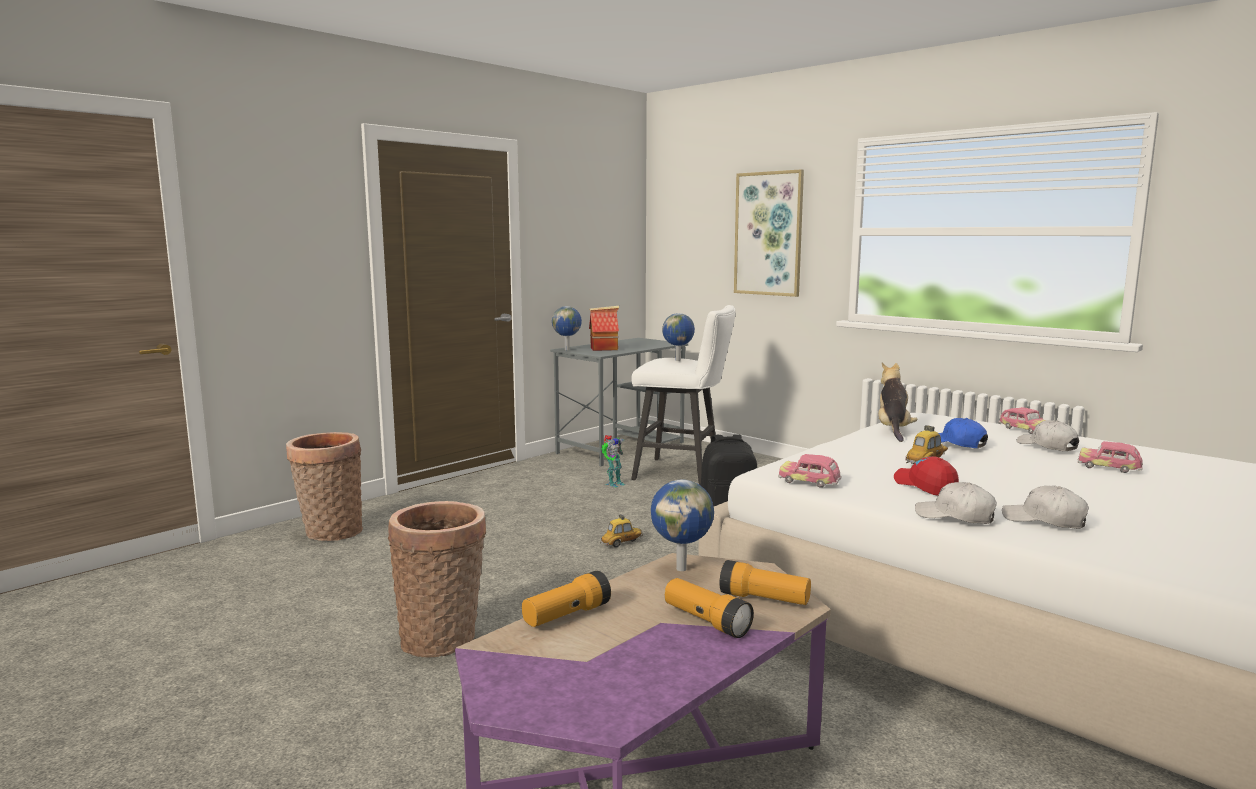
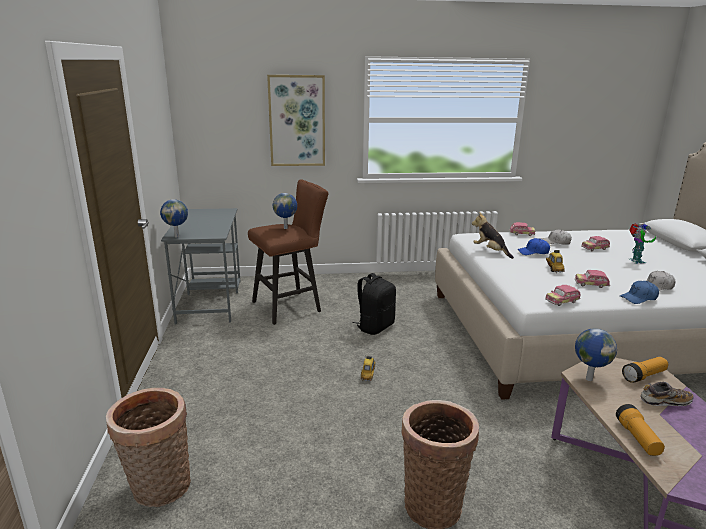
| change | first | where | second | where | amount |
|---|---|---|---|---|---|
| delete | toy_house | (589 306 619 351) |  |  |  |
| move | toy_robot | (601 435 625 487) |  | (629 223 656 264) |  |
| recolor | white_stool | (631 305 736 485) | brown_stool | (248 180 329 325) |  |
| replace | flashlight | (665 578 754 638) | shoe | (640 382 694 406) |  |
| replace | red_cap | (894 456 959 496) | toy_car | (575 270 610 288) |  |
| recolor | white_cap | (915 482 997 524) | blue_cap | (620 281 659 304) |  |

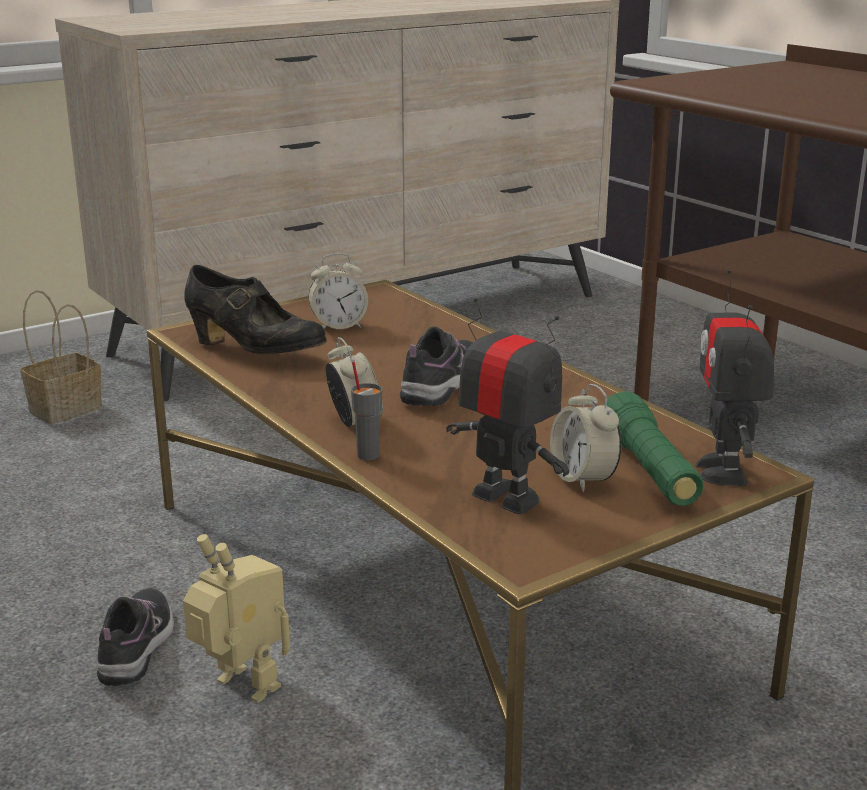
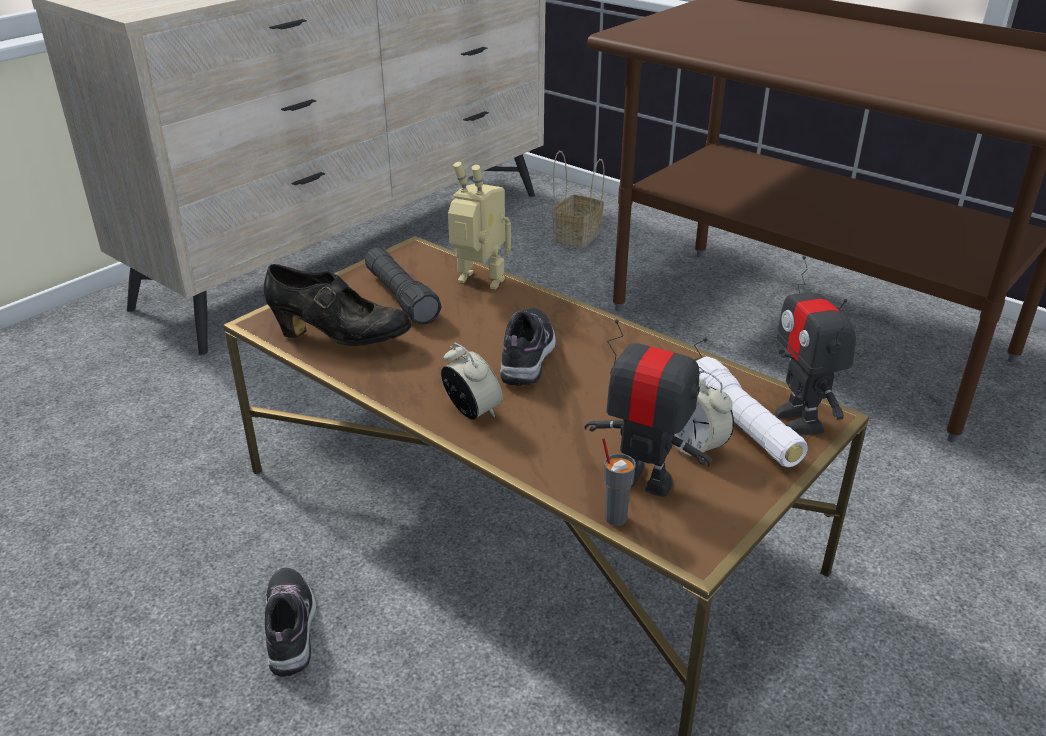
| change | first | where | second | where | amount |
|---|---|---|---|---|---|
| move | basket | (20 290 102 424) |  | (552 151 604 249) |  |
| move | toy_robot | (183 534 290 703) |  | (448 162 511 289) |  |
| replace | alarm_clock | (309 253 368 329) | black_flashlight | (365 248 442 324) |  |
| move | grey_cup | (351 362 382 460) |  | (602 438 636 526) |  |
| recolor | green_flashlight | (603 391 704 506) | white_flashlight | (696 356 808 467) |  |

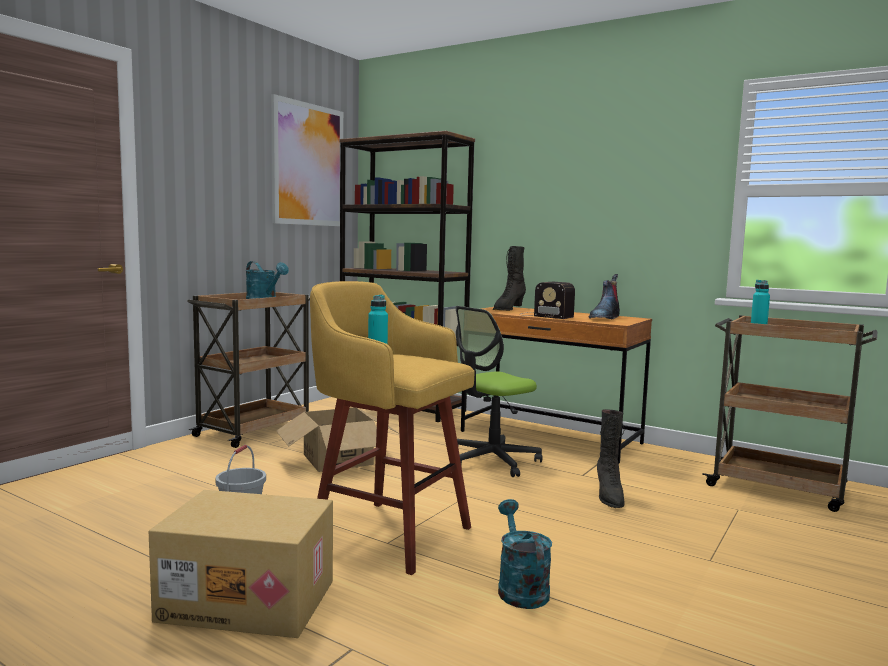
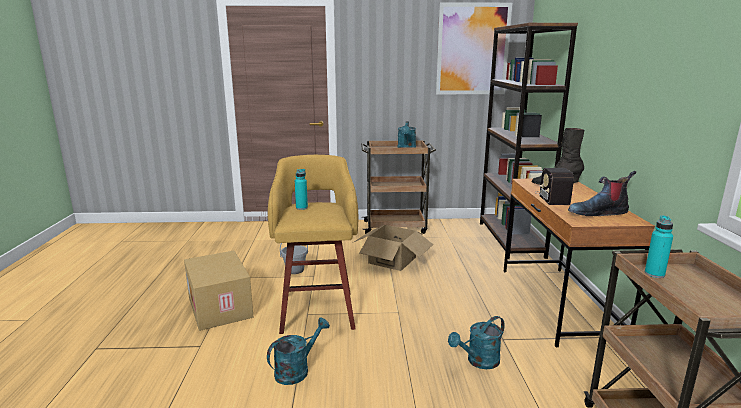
| change | first | where | second | where | amount |
|---|---|---|---|---|---|
| delete | office_chair | (456 306 543 477) |  |  |  |
| replace | black_boot | (597 409 625 508) | turquoise_watering_can | (448 316 505 369) |  |

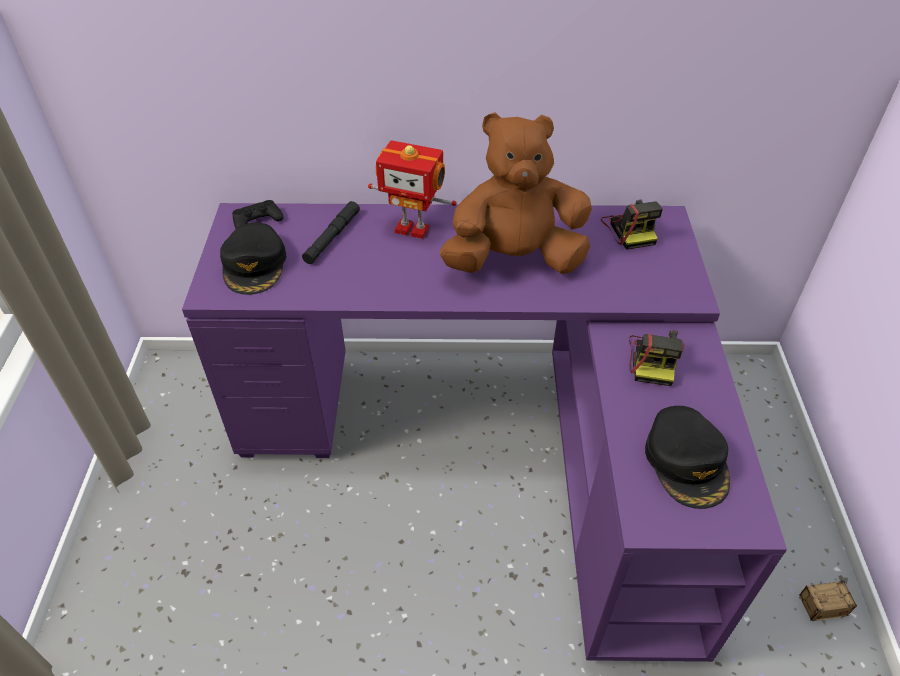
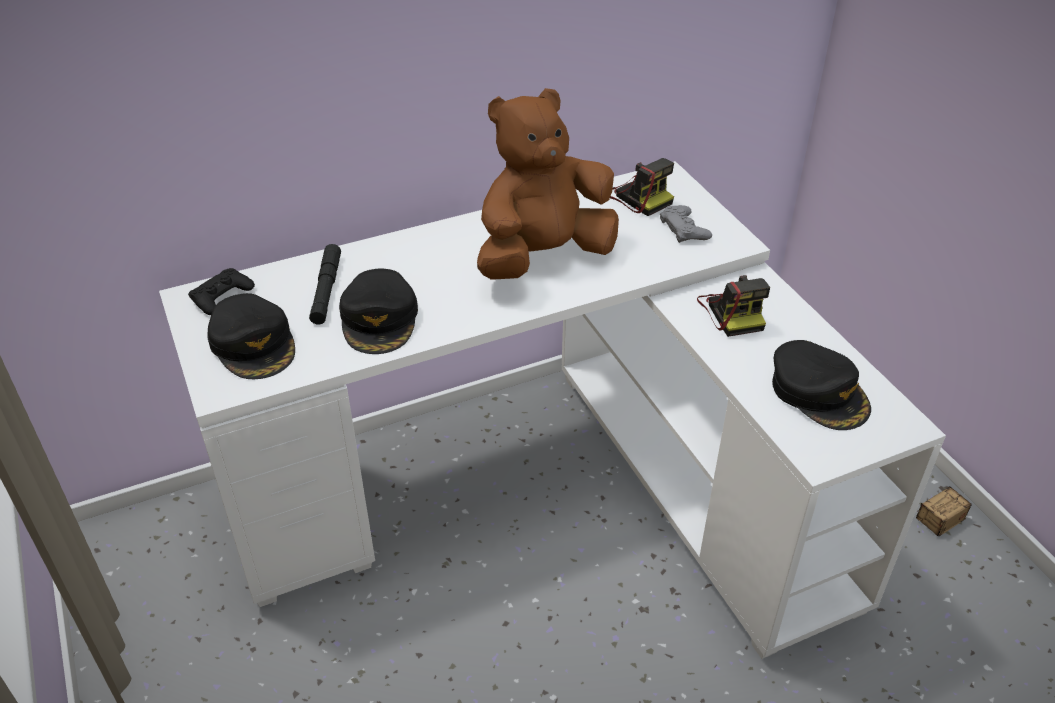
| change | first | where | second | where | amount |
|---|---|---|---|---|---|
| recolor | purple_desk | (182 203 787 662) | white_desk | (159 161 946 659) |  |
| delete | toy_robot | (368 140 457 239) |  |  |  |
| insert |  |  | black_cap | (339 269 418 354) |  |
| insert |  |  | grey_game_controller | (660 205 712 243) |  |

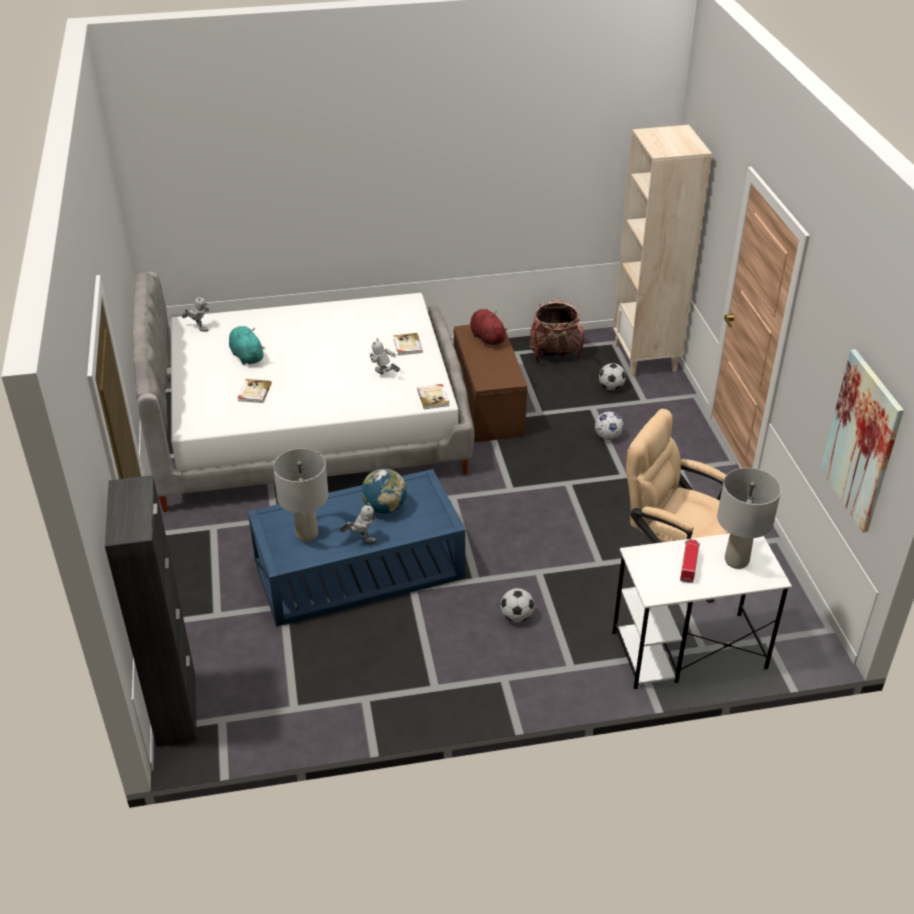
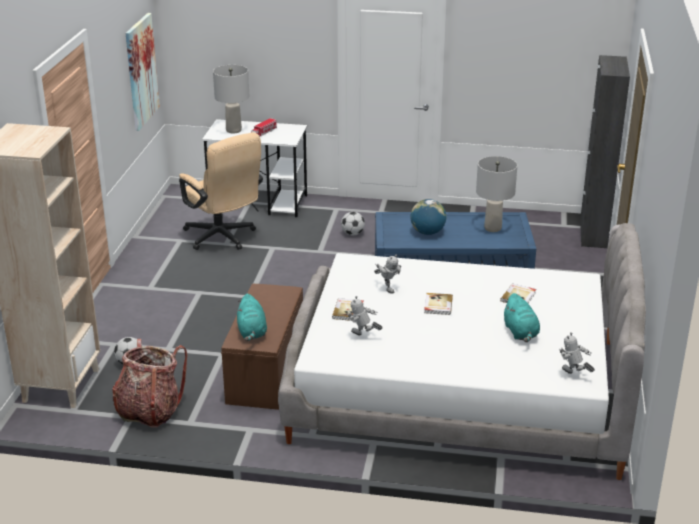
| change | first | where | second | where | amount |
|---|---|---|---|---|---|
| move | toy_robot | (340 503 378 544) |  | (347 296 382 335) |  |
| move | book | (417 384 449 409) |  | (424 293 453 315) |  |
| recolor | red_plush_toy | (470 309 508 346) | turquoise_plush_toy | (237 294 267 341) |  |
| delete | football | (595 412 624 440) |  |  |  |

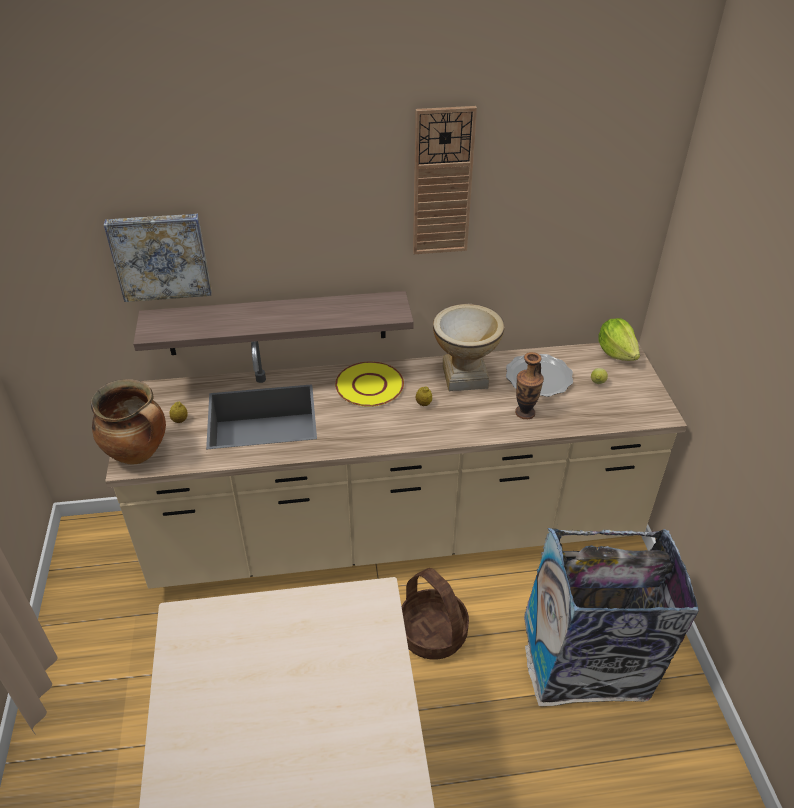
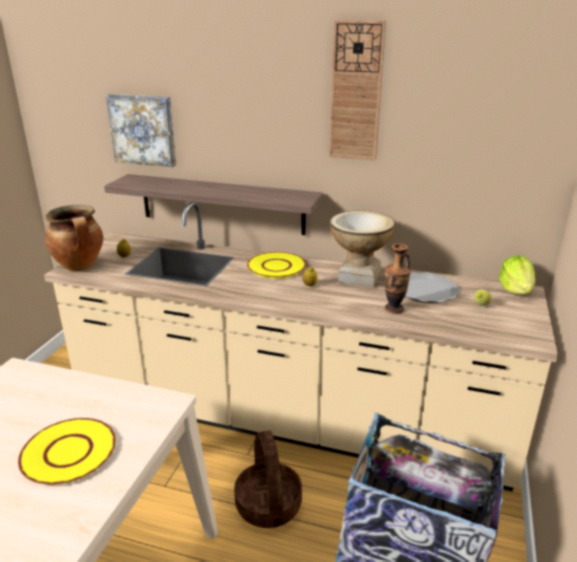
| change | first | where | second | where | amount |
|---|---|---|---|---|---|
| insert |  |  | yellow_plate | (18 418 116 485) |  |

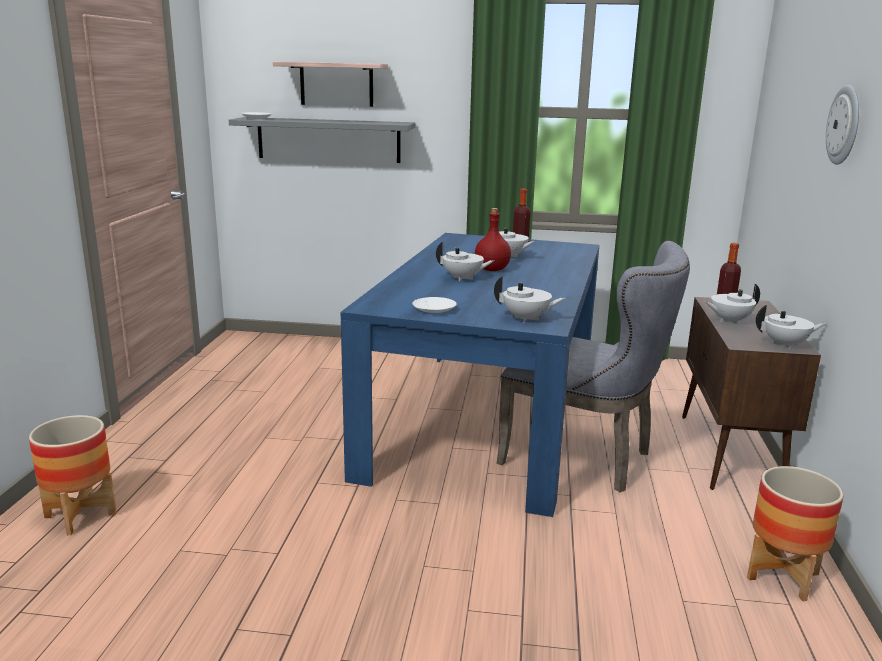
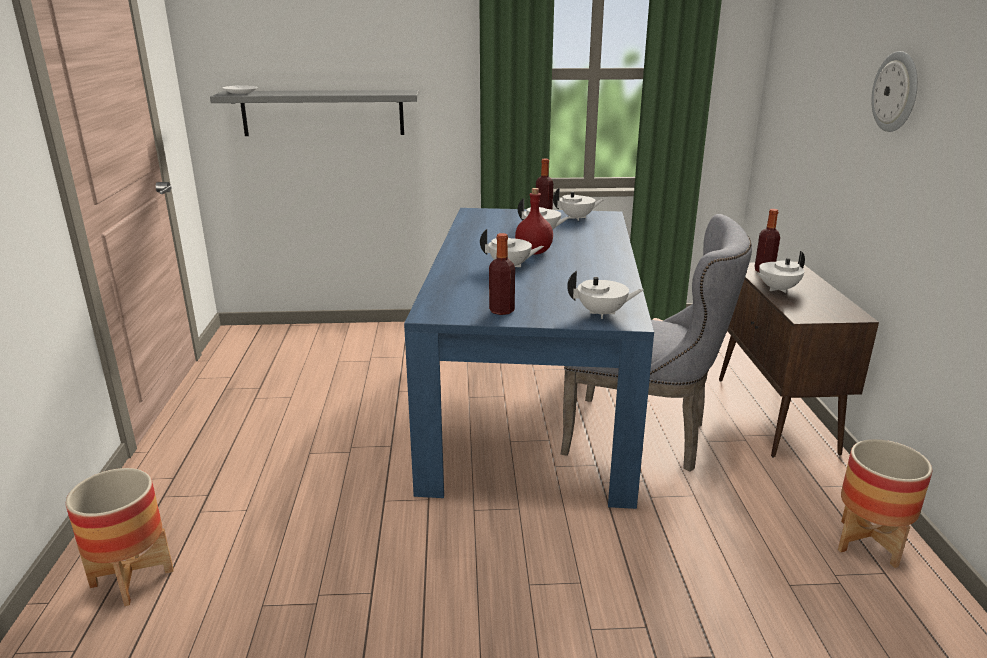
| change | first | where | second | where | amount |
|---|---|---|---|---|---|
| delete | shelf | (273 61 388 107) |  |  |  |
| replace | white_plate | (412 297 457 313) | bottle | (489 233 515 315) |  |
| move | white_teapot | (756 305 826 349) |  | (553 188 605 221) |  |

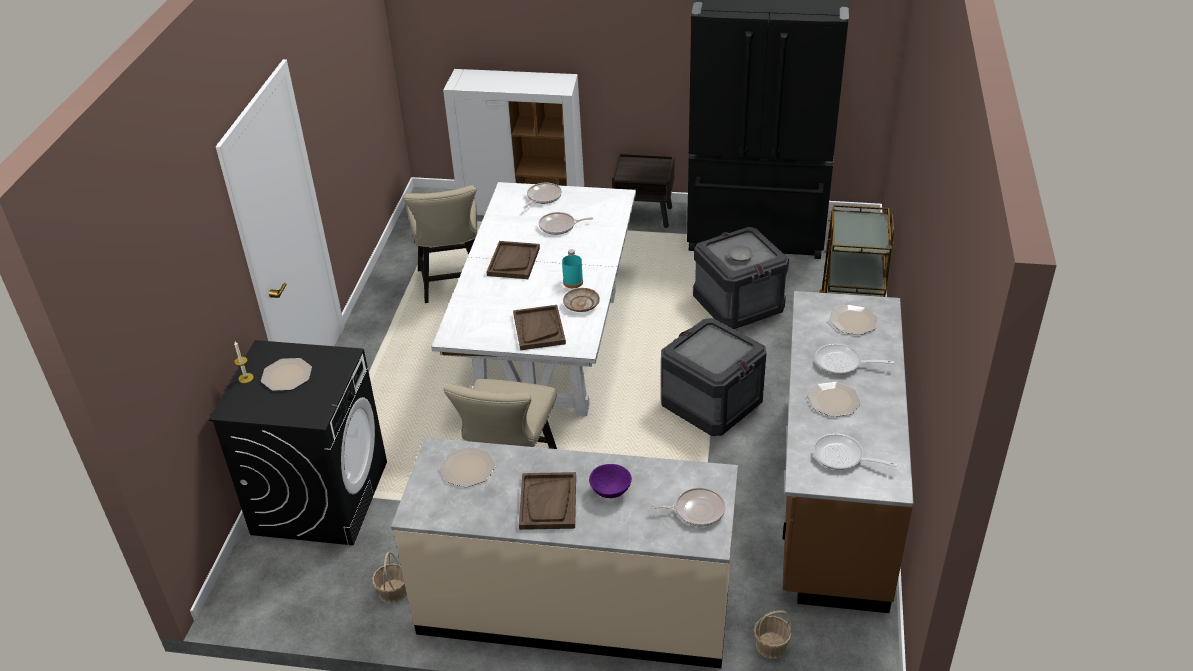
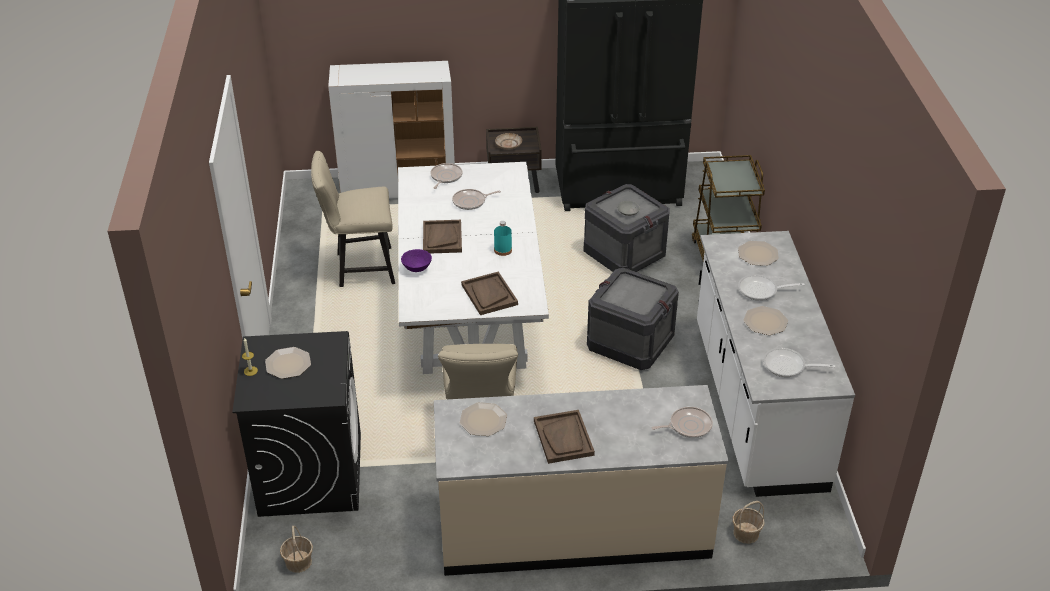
| change | first | where | second | where | amount |
|---|---|---|---|---|---|
| move | basket | (372 552 407 604) |  | (280 526 313 573) |  |
| rotate | beige_chair | (403 185 477 303) |  | (311 151 395 287) | 105 degrees clockwise |
| move | beige_plate | (563 288 600 312) |  | (495 133 522 150) |  |
| move | purple_bowl | (589 464 632 498) |  | (401 249 432 272) |  |
| recolor | brown_counter | (782 291 914 613) | white_counter | (697 231 855 497) |  |

